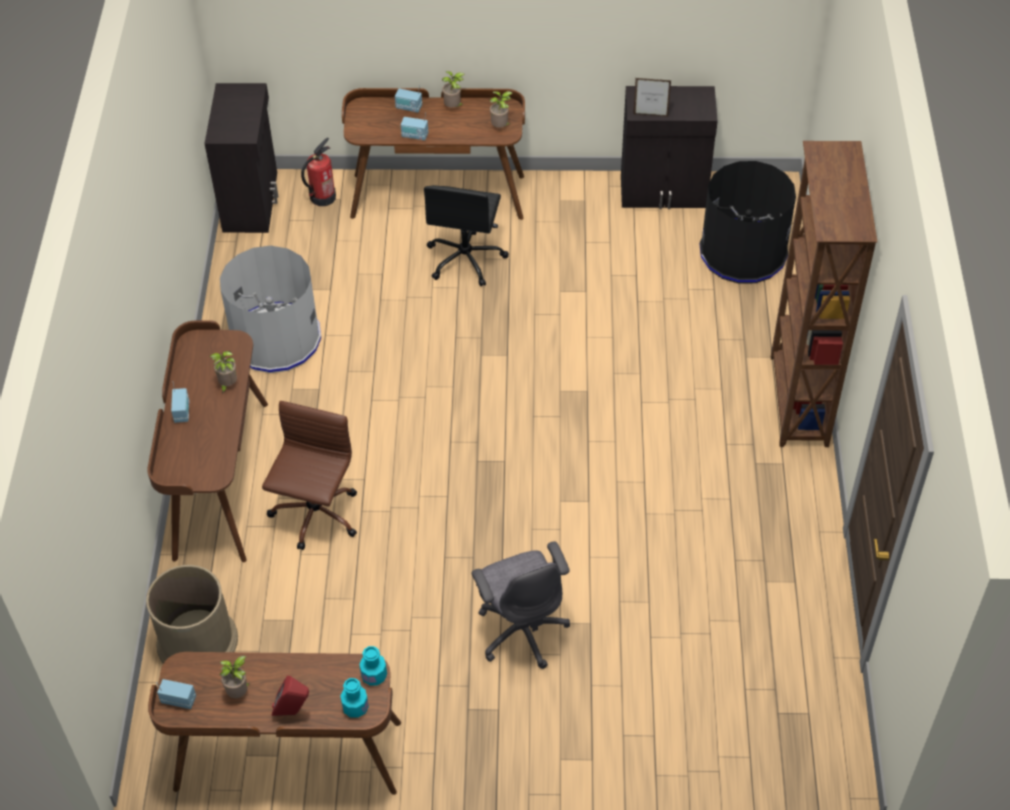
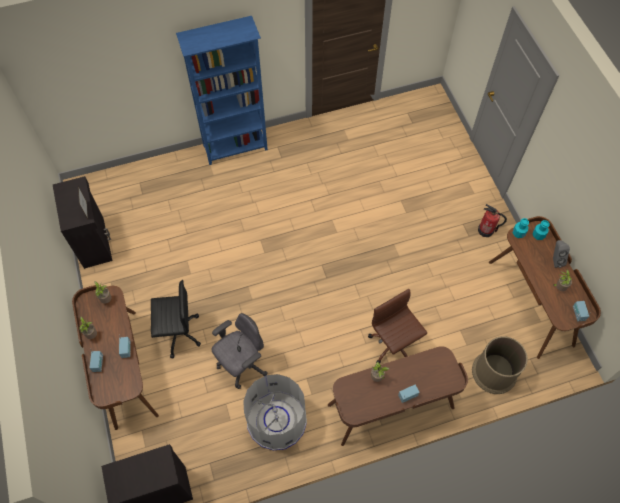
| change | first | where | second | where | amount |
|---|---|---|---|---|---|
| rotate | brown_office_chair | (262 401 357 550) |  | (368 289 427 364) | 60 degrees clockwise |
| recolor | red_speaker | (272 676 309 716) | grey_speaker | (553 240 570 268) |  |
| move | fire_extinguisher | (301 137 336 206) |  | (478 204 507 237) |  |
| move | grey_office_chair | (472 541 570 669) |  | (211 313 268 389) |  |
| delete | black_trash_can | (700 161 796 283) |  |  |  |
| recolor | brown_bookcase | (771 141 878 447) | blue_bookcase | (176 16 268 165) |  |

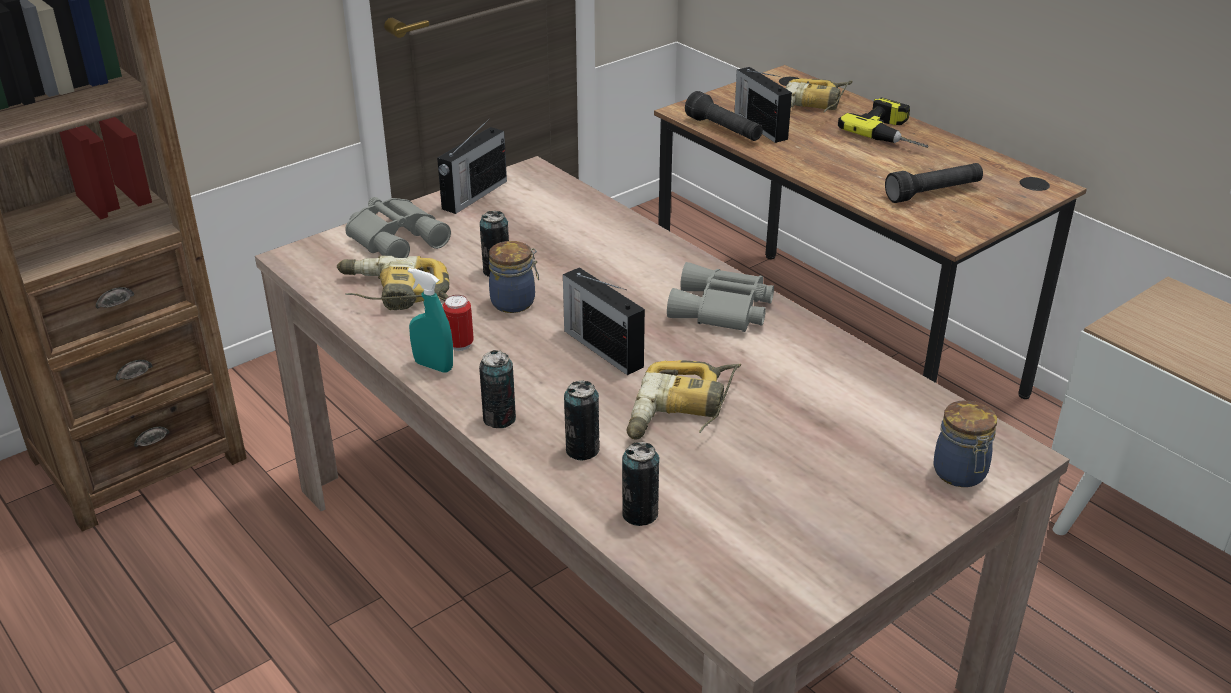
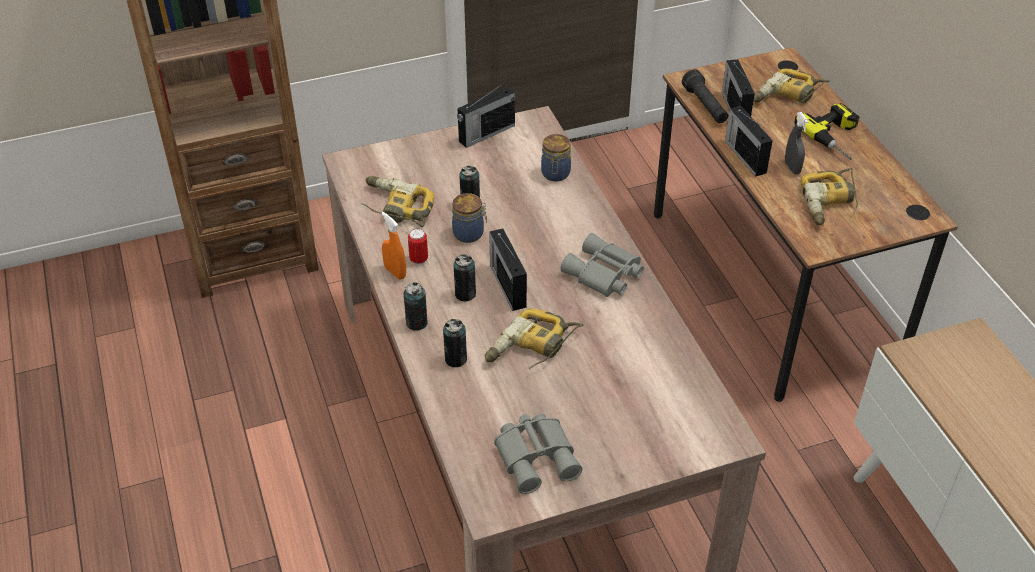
| change | first | where | second | where | amount |
|---|---|---|---|---|---|
| move | grey_binoculars | (345 197 451 258) |  | (494 414 582 494) |  |
| recolor | turquoise_spray_bottle | (408 268 453 373) | orange_spray_bottle | (381 212 406 279) |  |
| move | can | (622 442 660 526) |  | (454 254 476 302) |  |
| replace | black_flashlight | (885 163 983 203) | power_drill | (801 168 858 225) |  |
| move | jar | (933 400 997 487) |  | (541 134 571 181) |  |
| insert |  |  | radio | (725 106 773 177) |  |
| insert |  |  | grey_spray_bottle | (785 112 809 174) |  |

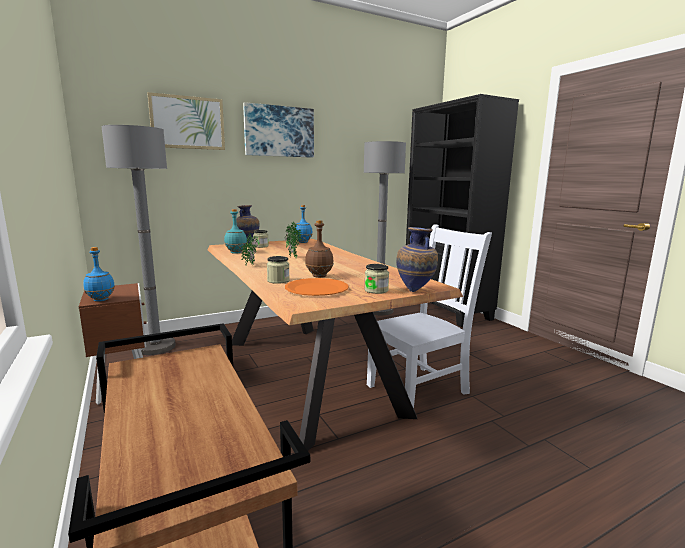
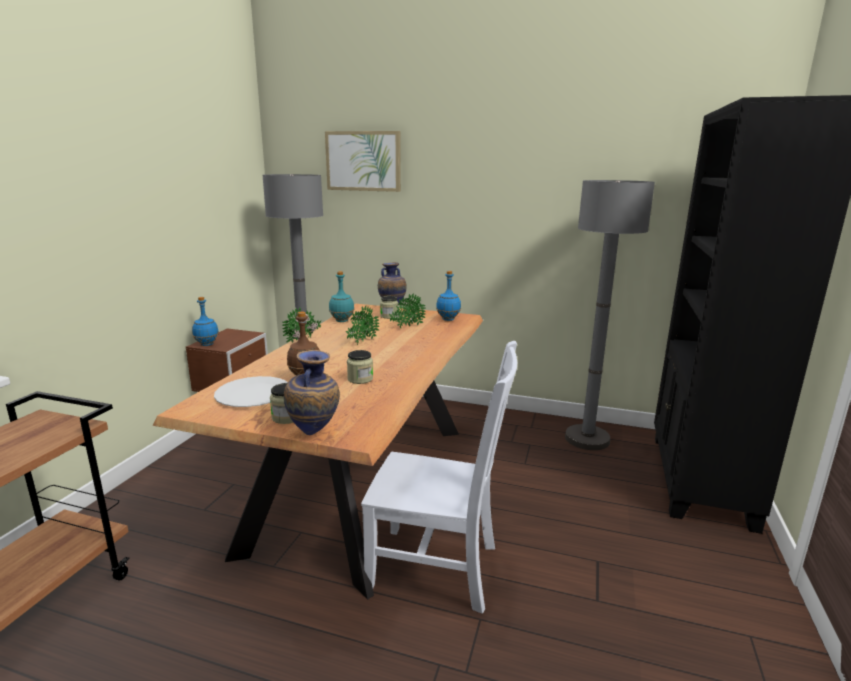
| change | first | where | second | where | amount |
|---|---|---|---|---|---|
| delete | picture | (243 102 314 158) |  |  |  |
| move | jar | (267 256 290 284) |  | (347 350 373 384) |  |
| recolor | orange_plate | (285 278 349 296) | white_plate | (214 376 288 407) |  |

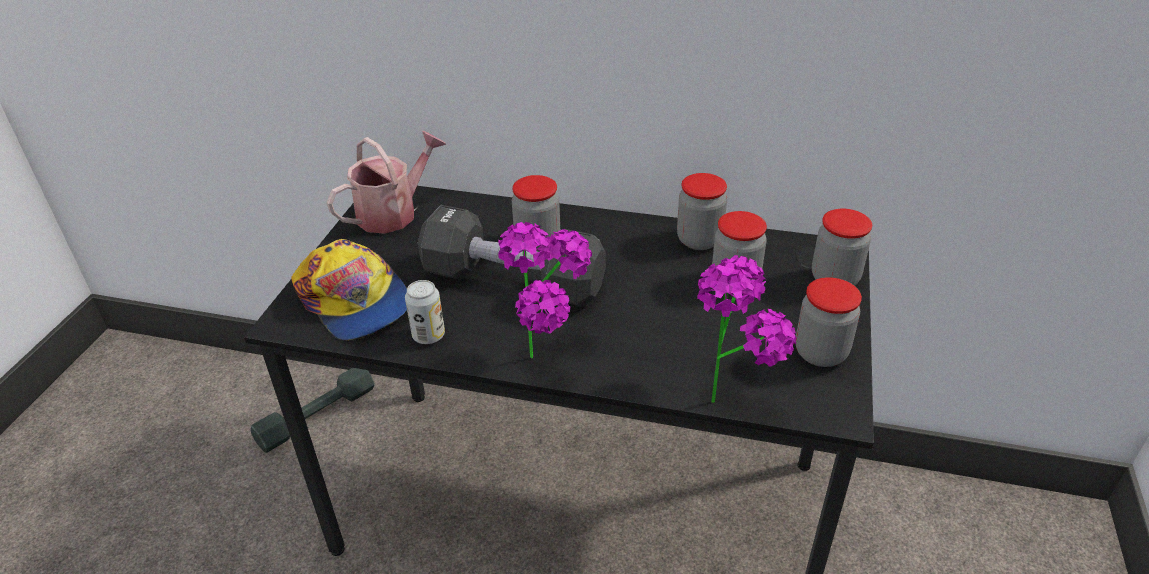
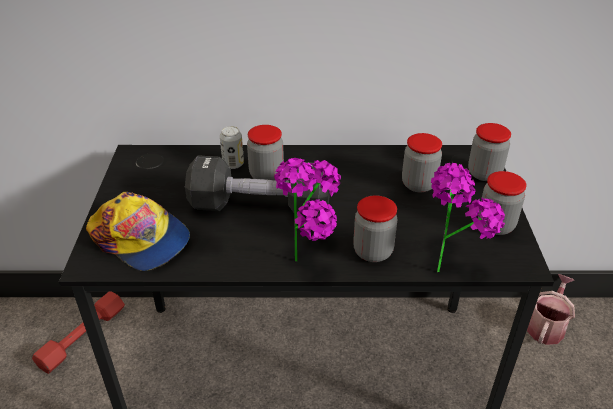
| change | first | where | second | where | amount |
|---|---|---|---|---|---|
| recolor | grey_dumbbell | (251 368 375 453) | red_dumbbell | (32 291 125 374) |  |
| move | watering_can | (327 131 446 234) |  | (527 274 575 345) |  |
| move | can | (405 280 445 344) |  | (220 126 244 169) |  |
| move | jar | (677 173 727 250) |  | (353 195 398 262) |  |

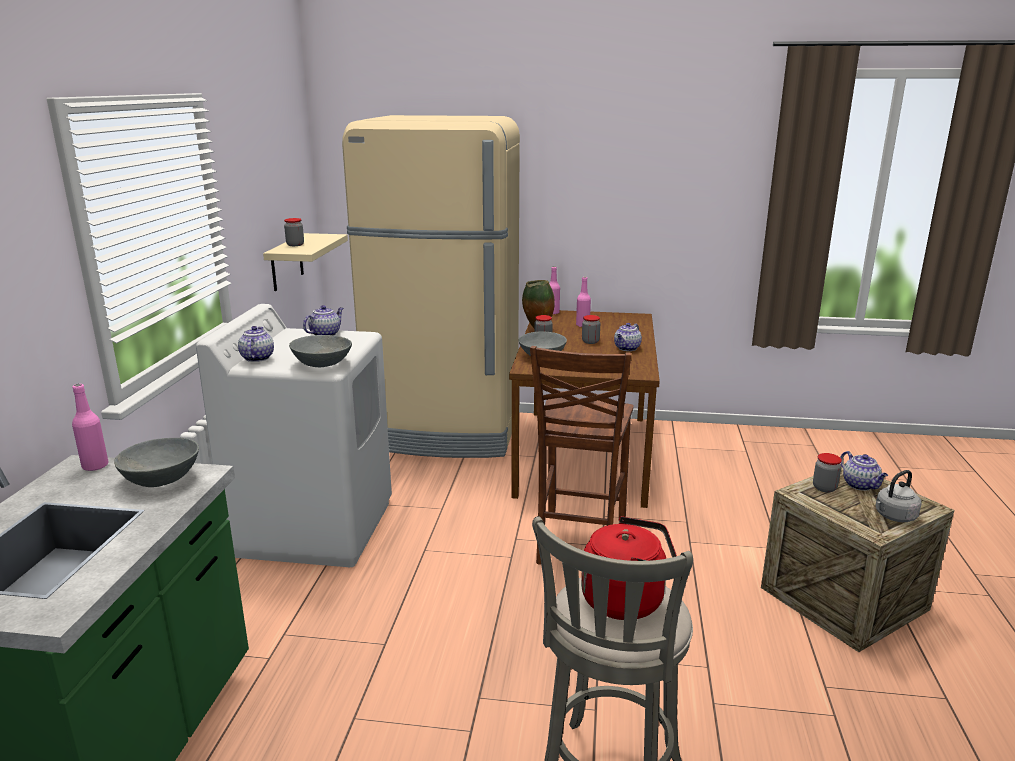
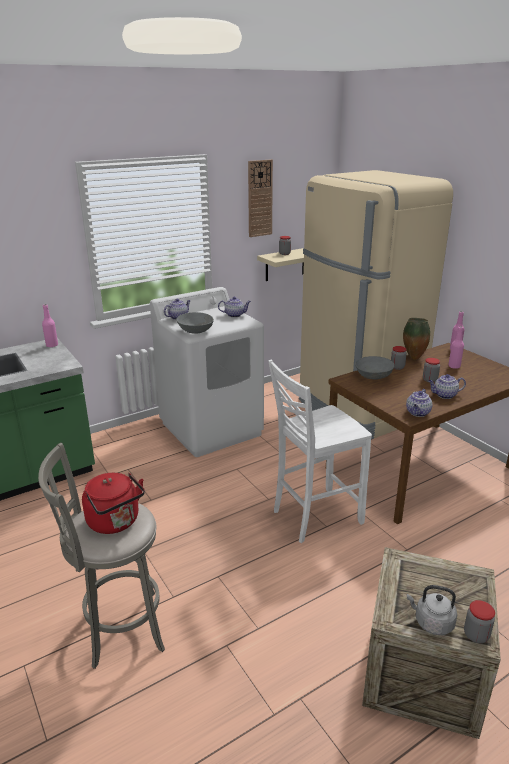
| change | first | where | second | where | amount |
|---|---|---|---|---|---|
| delete | grey_bowl | (114 438 199 487) |  |  |  |
| recolor | brown_chair | (530 346 634 565) | white_chair | (268 360 372 543) |  |
| move | jar | (813 453 842 493) |  | (464 600 495 643) |  |
| move | teapot | (840 451 888 491) |  | (406 389 432 417) |  |
| insert |  |  | wall_clock | (248 159 273 237) |  |

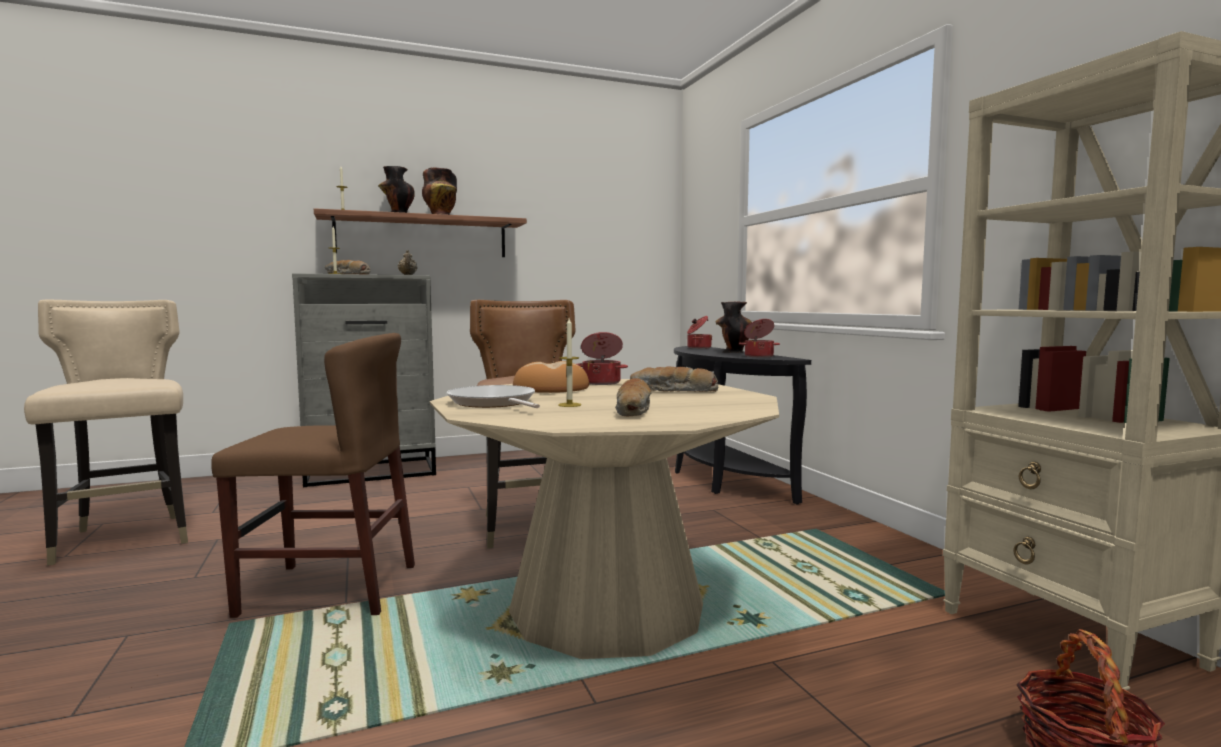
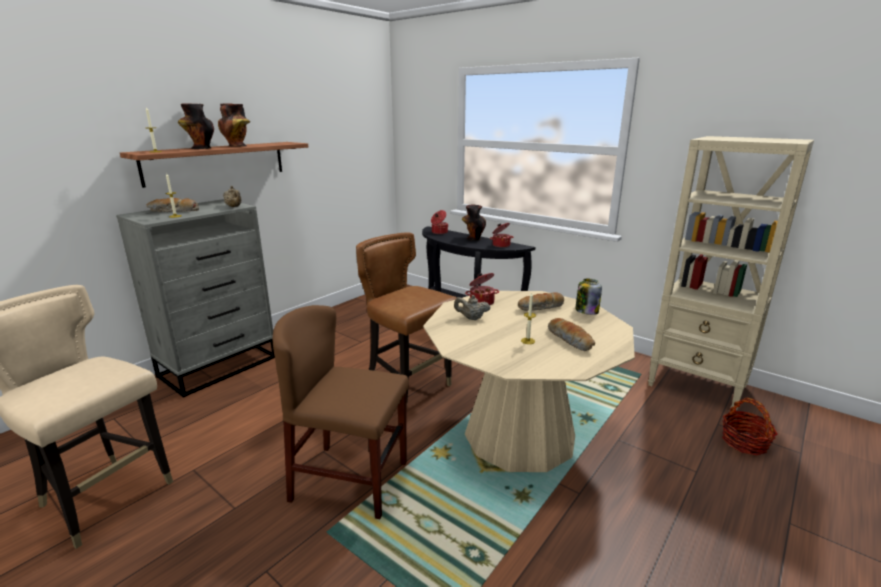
| change | first | where | second | where | amount |
|---|---|---|---|---|---|
| rotate | brown_chair | (211 333 415 618) |  | (273 305 409 519) | 135 degrees counterclockwise |
| delete | frying_pan | (446 385 540 408) |  |  |  |
| replace | bread | (513 361 589 393) | beige_teapot | (454 295 491 320) |  |
| insert |  |  | jar | (575 279 602 315) |  |

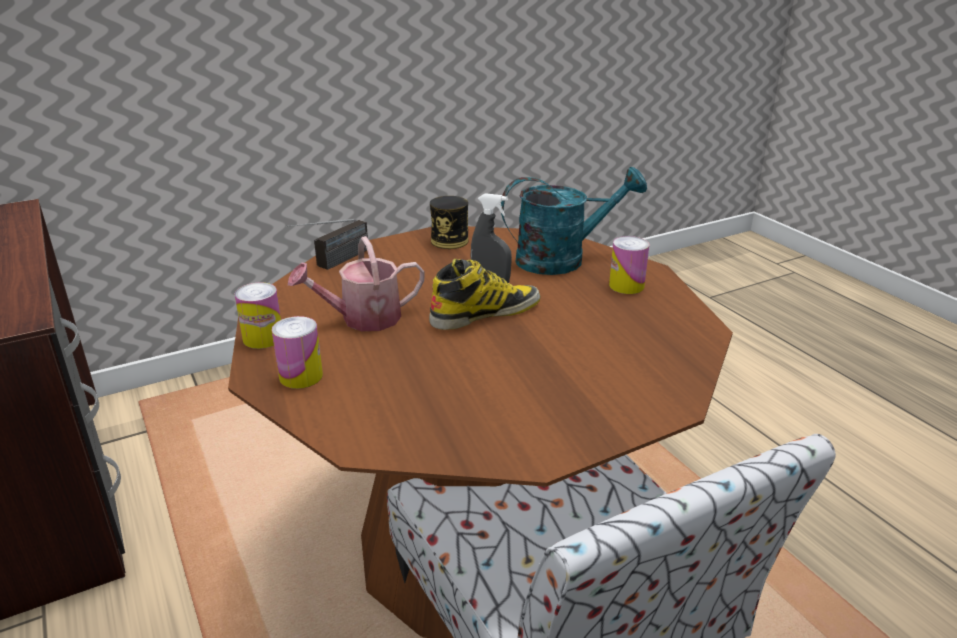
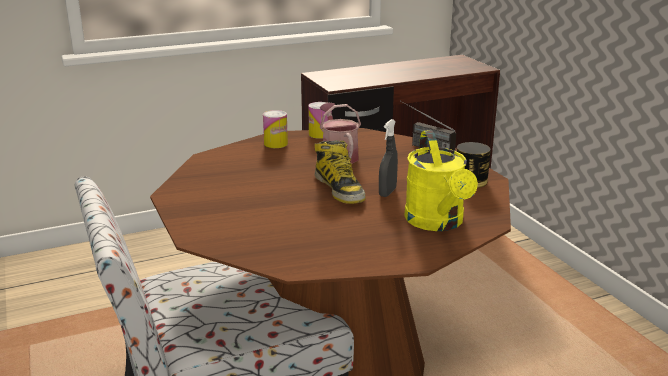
| change | first | where | second | where | amount |
|---|---|---|---|---|---|
| recolor | turquoise_watering_can | (501 167 647 275) | yellow_watering_can | (404 130 478 231) |  |
| delete | can | (609 236 649 294) |  |  |  |

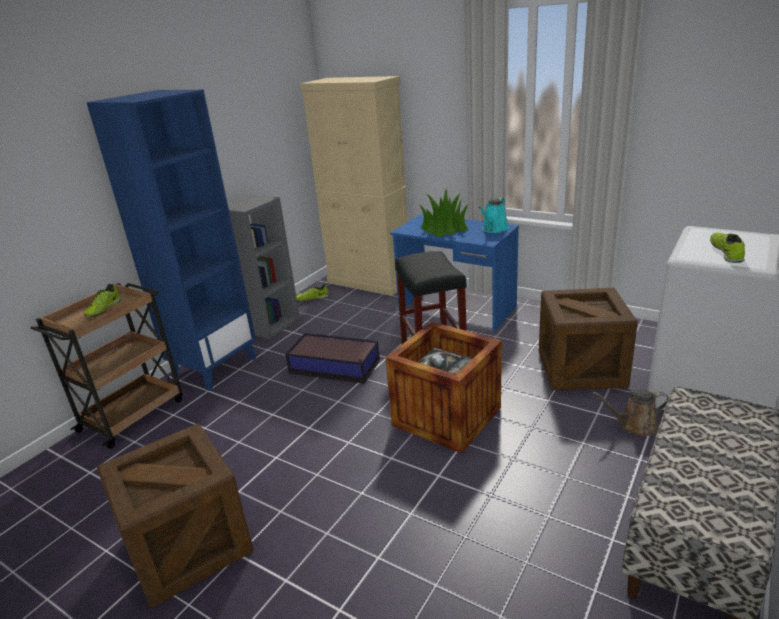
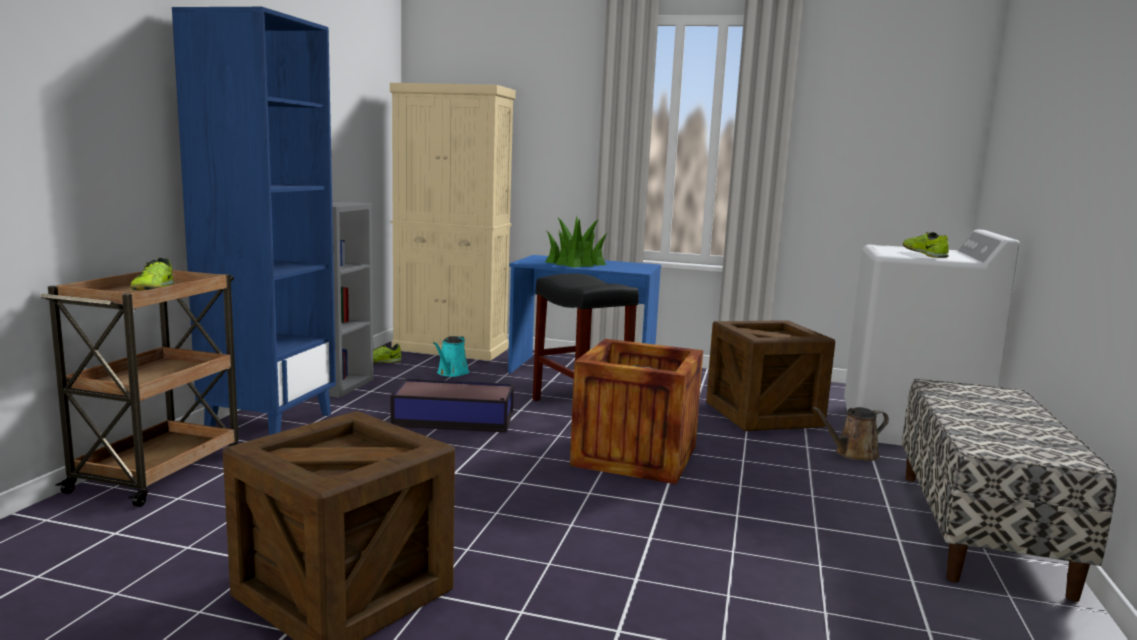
| change | first | where | second | where | amount |
|---|---|---|---|---|---|
| move | turquoise_watering_can | (479 198 509 233) |  | (433 336 469 377) |  |

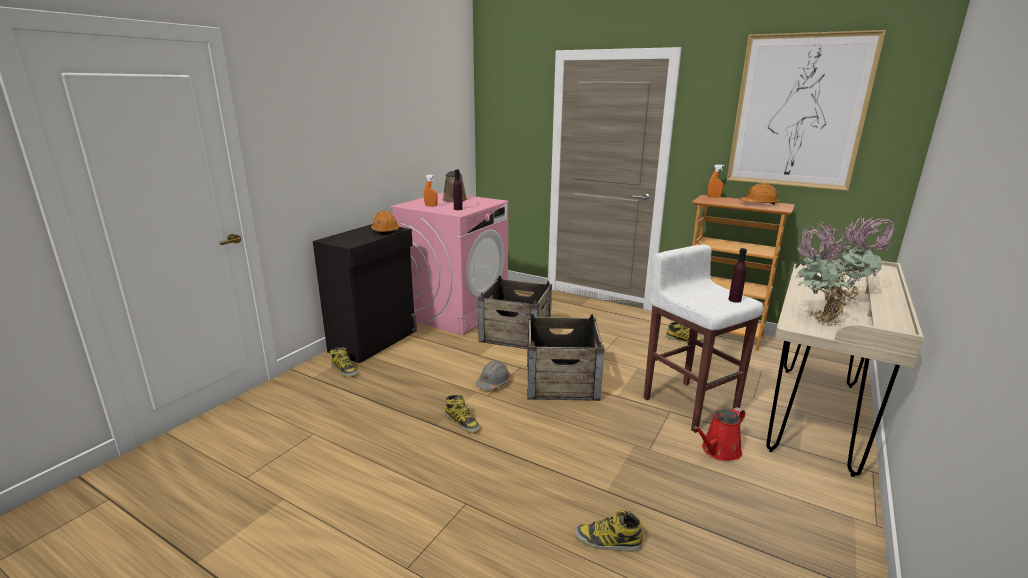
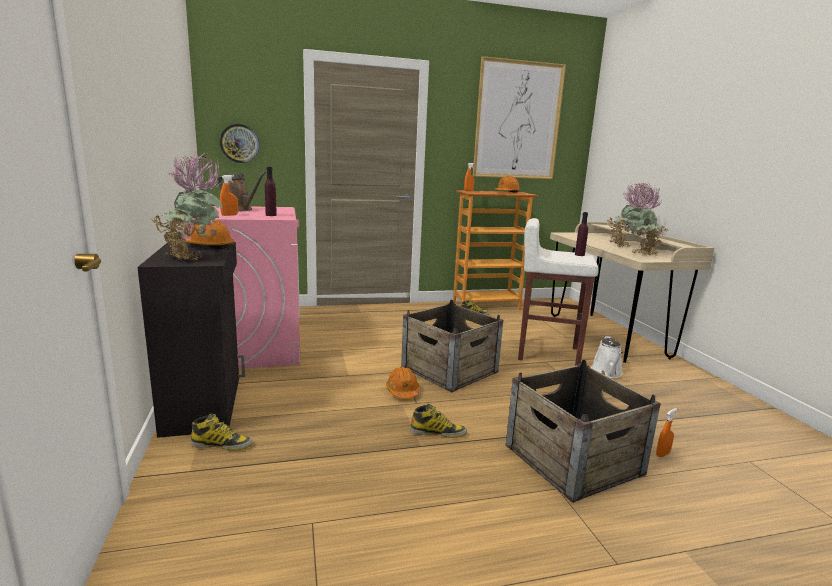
| change | first | where | second | where | amount |
|---|---|---|---|---|---|
| recolor | grey_hard_hat | (476 361 511 390) | orange_hard_hat | (386 367 419 399) |  |
| move | crate | (478 275 552 349) |  | (506 360 661 503) |  |
| replace | boot | (574 509 642 552) | orange_spray_bottle | (656 408 677 457) |  |
| recolor | red_watering_can | (693 407 745 461) | white_watering_can | (591 336 623 378) |  |
| insert |  |  | potted_plant | (151 153 223 262) |  |
| insert |  |  | wall_clock | (220 124 260 163) |  |

